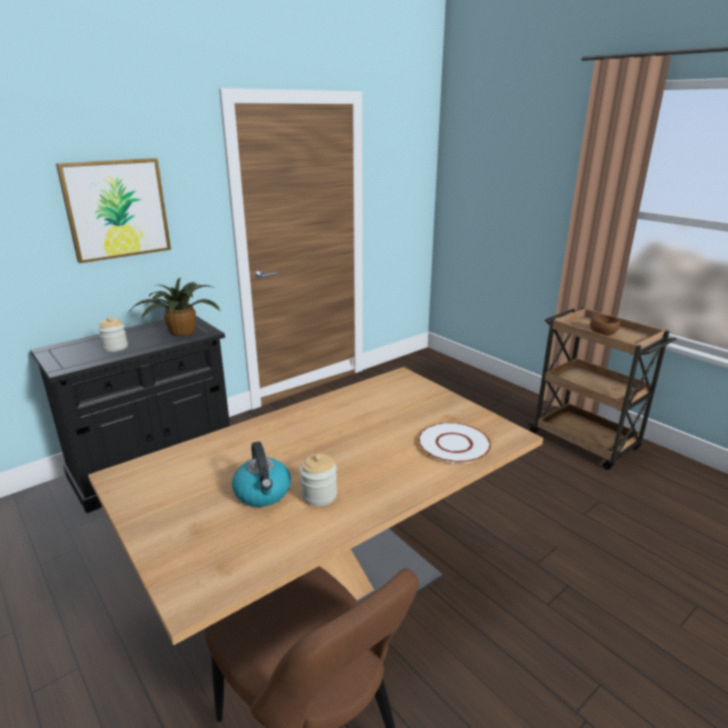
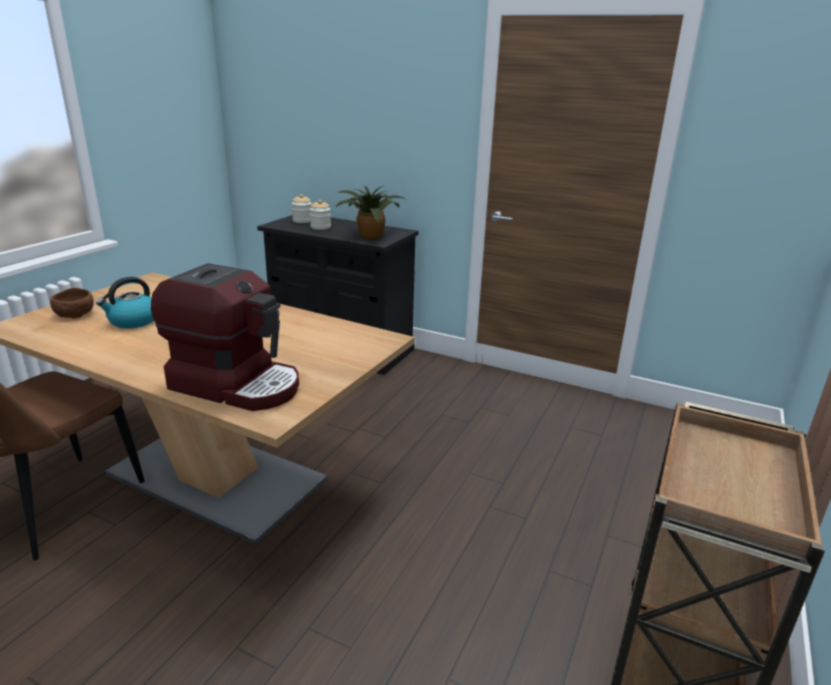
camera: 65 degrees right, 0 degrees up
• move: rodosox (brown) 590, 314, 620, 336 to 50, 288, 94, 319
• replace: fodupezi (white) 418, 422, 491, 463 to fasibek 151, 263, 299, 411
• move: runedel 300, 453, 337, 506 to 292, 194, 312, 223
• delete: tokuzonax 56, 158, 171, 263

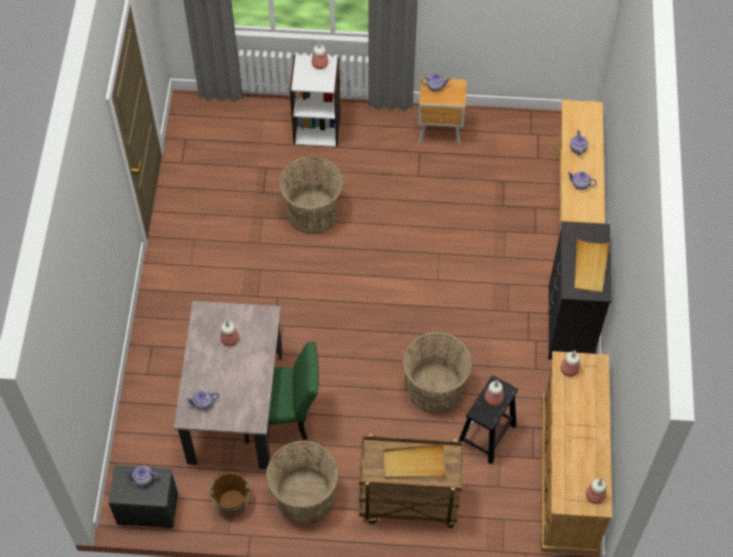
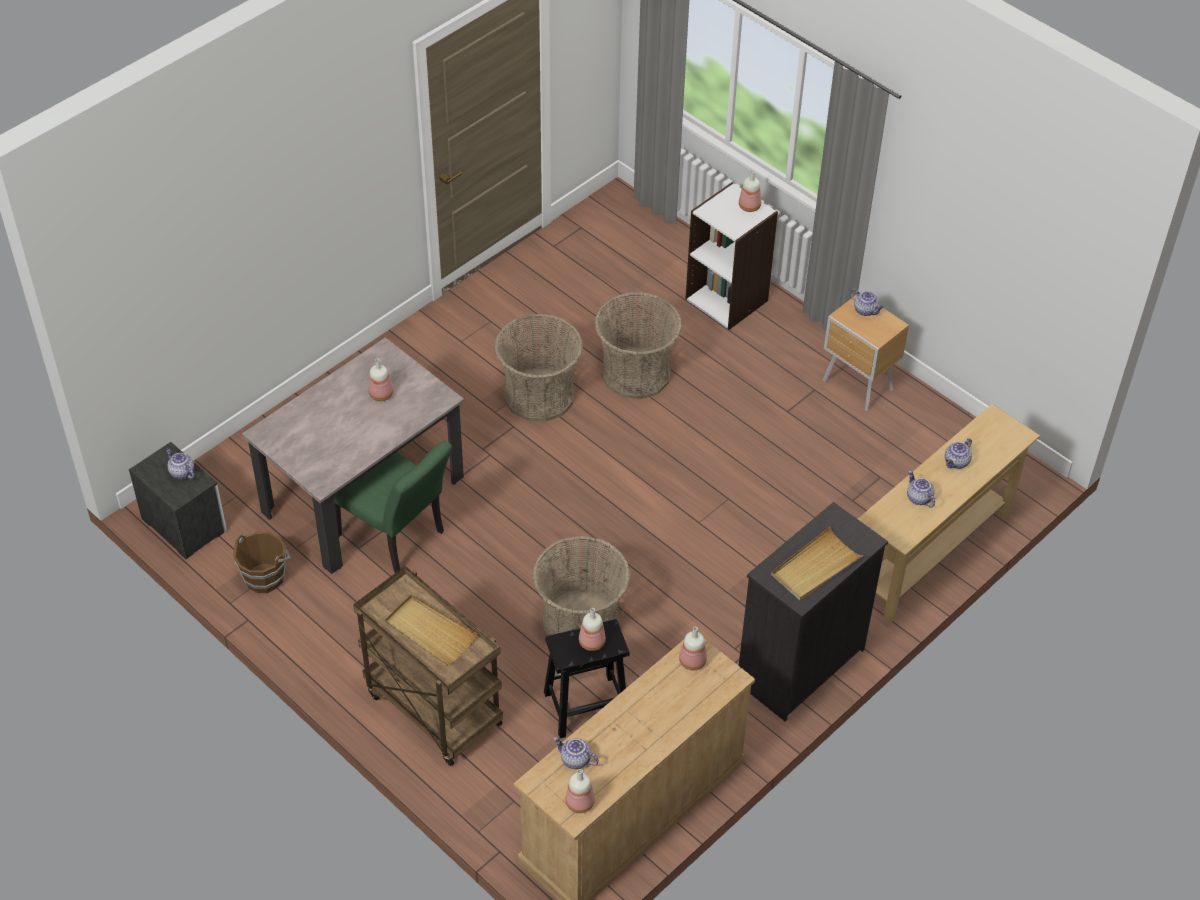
camera: 40 degrees right, 10 degrees down
• move: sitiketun 266, 441, 339, 524 to 494, 314, 583, 422
• move: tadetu 185, 390, 219, 410 to 553, 737, 599, 769

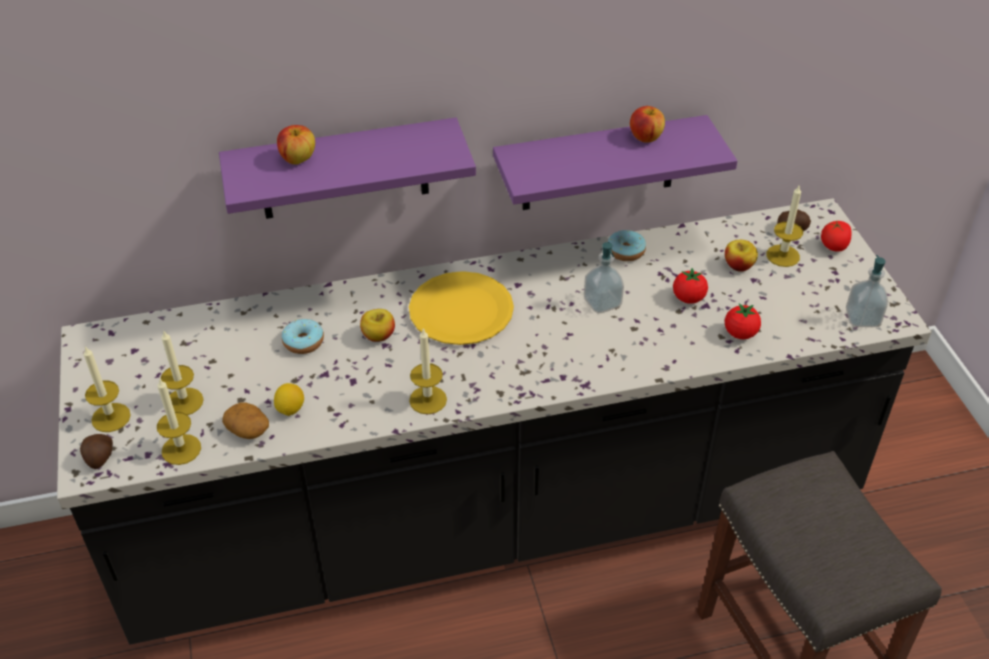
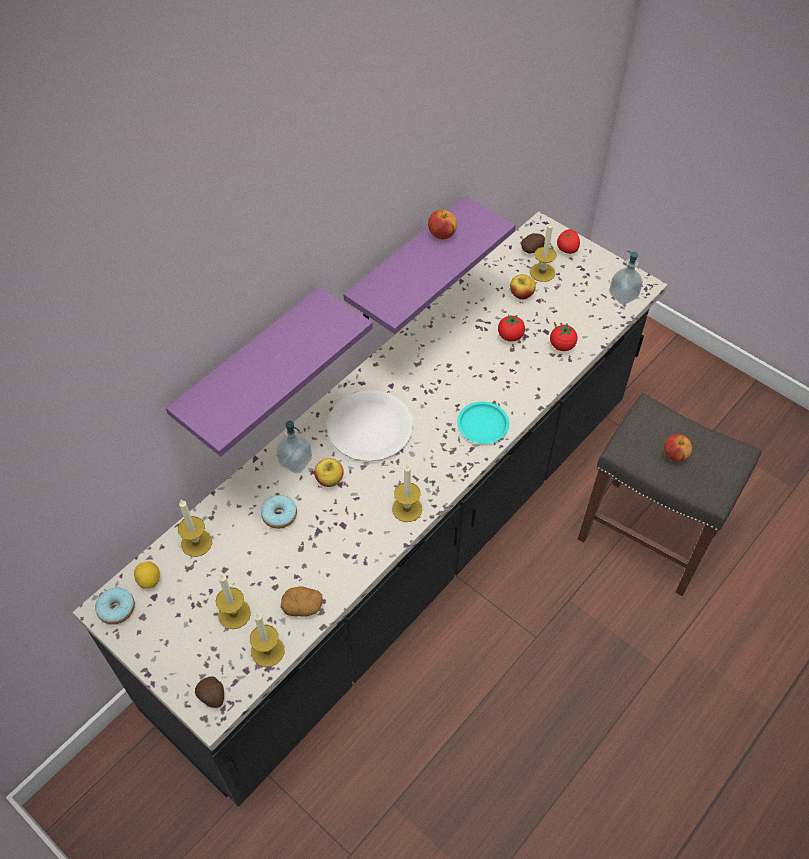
camera: 35 degrees left, 10 degrees up
• move: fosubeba 608, 230, 646, 261 to 95, 587, 135, 625
• move: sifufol 274, 383, 304, 416 to 134, 561, 160, 589
• move: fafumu 83, 346, 131, 432 to 178, 499, 212, 557
• move: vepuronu 584, 242, 624, 314 to 276, 421, 312, 473
• recolor: fodupezi (yellow) 409, 271, 514, 345 to fodupezi (white) 327, 390, 414, 462
• insert: fodupezi (turquoise) 457, 402, 509, 444
• move: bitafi 277, 125, 315, 165 to 664, 434, 692, 462

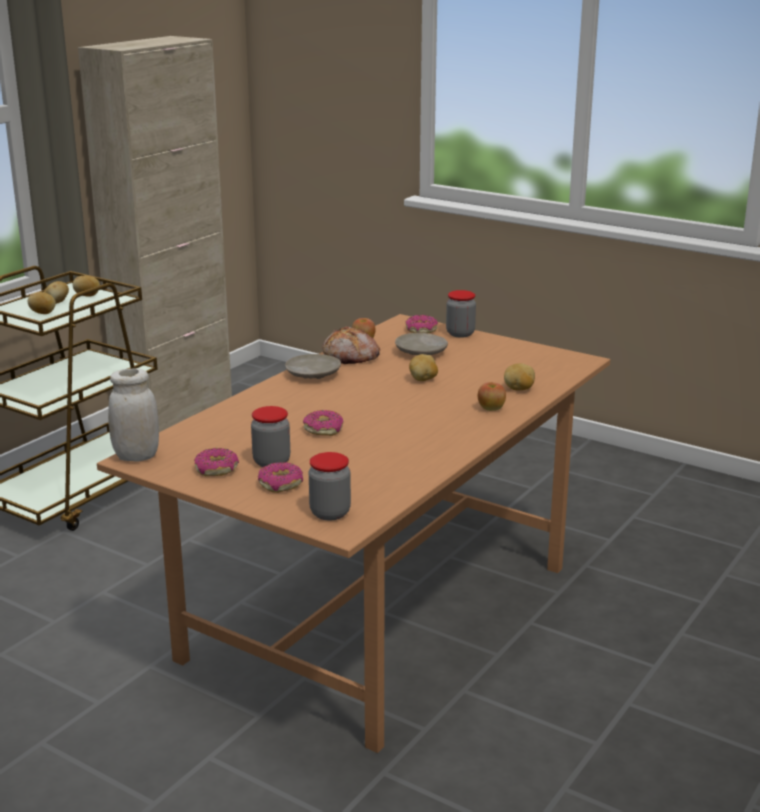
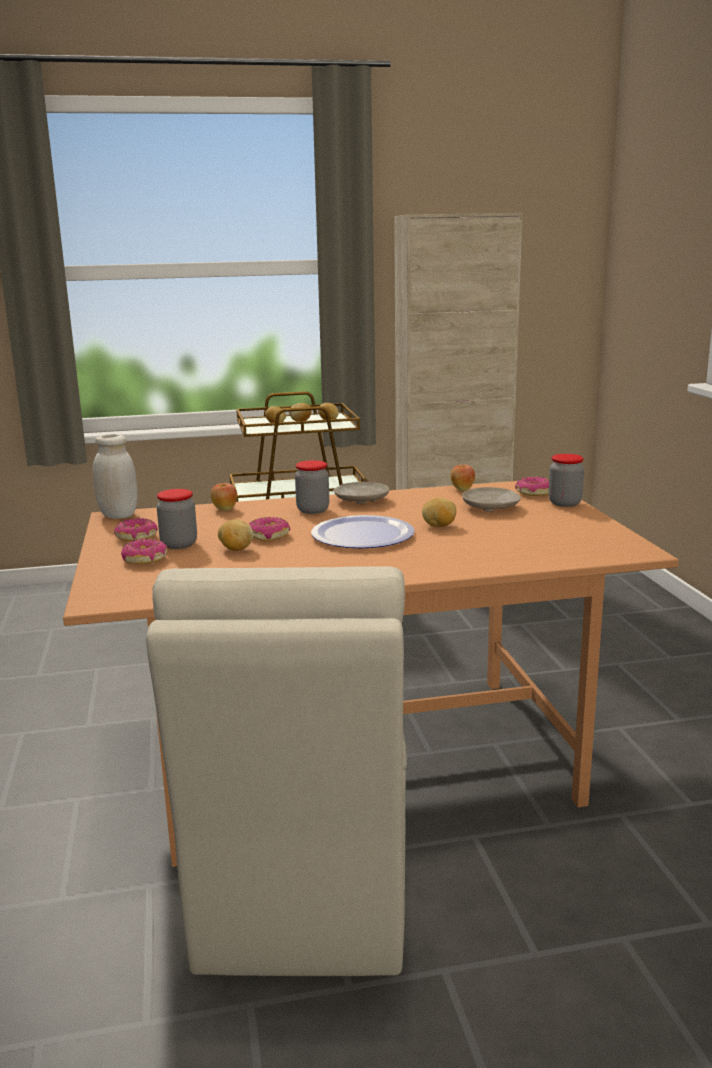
camera: 45 degrees right, 5 degrees down
• insert: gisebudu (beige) 146, 566, 407, 976
• move: bitafi 478, 382, 506, 411 to 211, 483, 237, 511
• move: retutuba 504, 363, 535, 390 to 218, 519, 253, 551
• move: runedel 309, 452, 351, 521 to 295, 460, 329, 514
• insert: fodupezi 311, 515, 415, 548
• delete: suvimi 322, 326, 380, 364

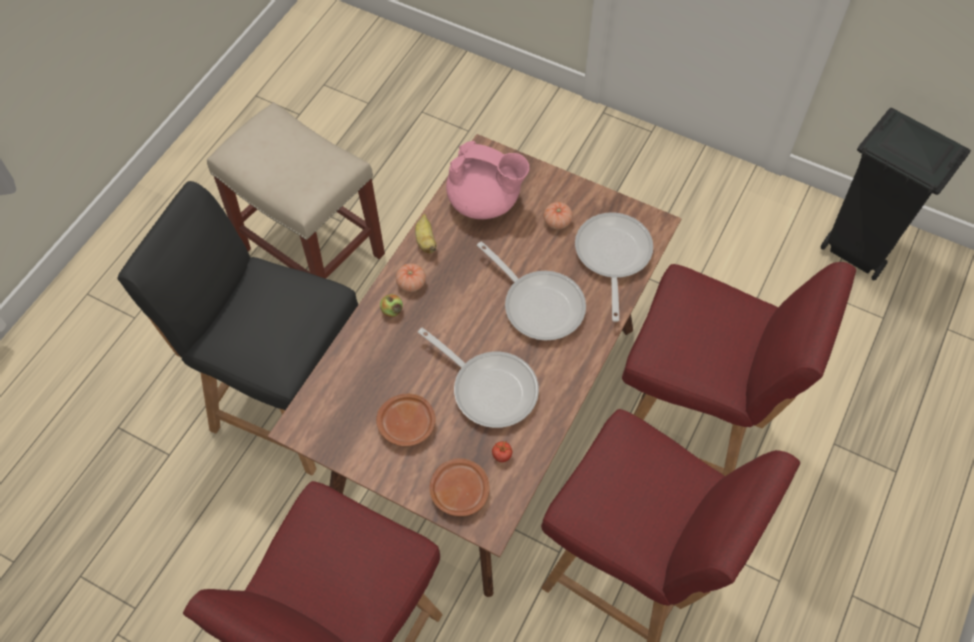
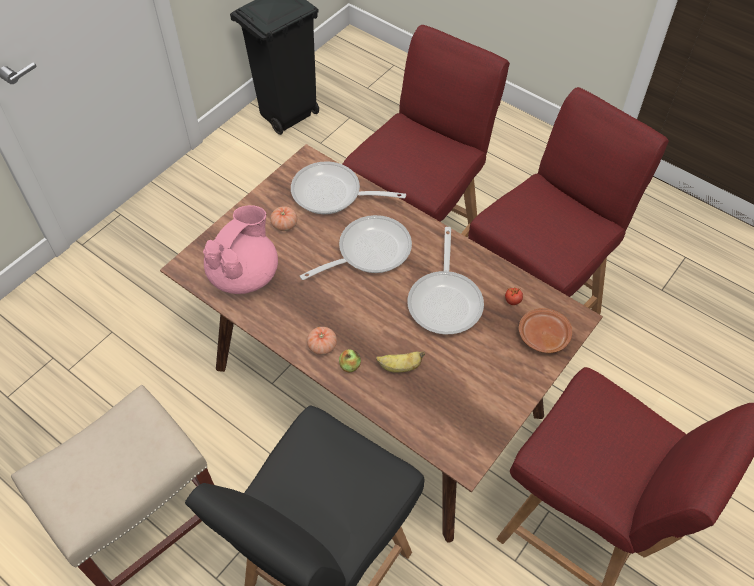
camera: 80 degrees left, 5 degrees down
• move: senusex 415, 214, 437, 253 to 376, 351, 425, 373
• rotate: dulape 418, 328, 539, 428 = 407, 227, 484, 334 135 degrees clockwise
• delete: fodupezi (brown) 376, 394, 436, 447

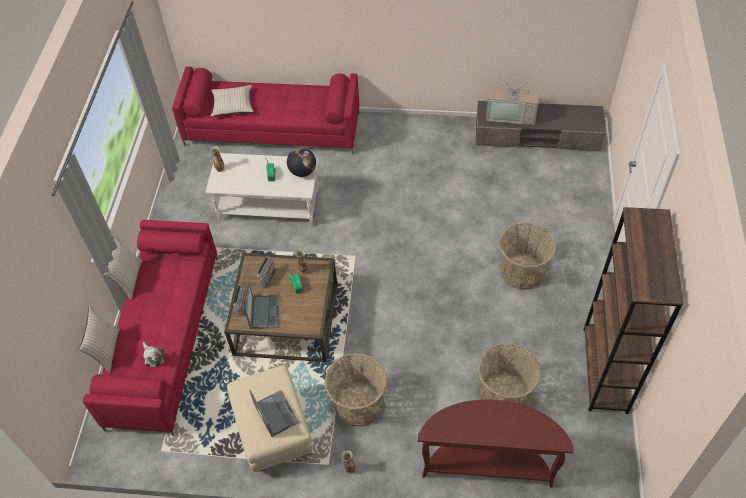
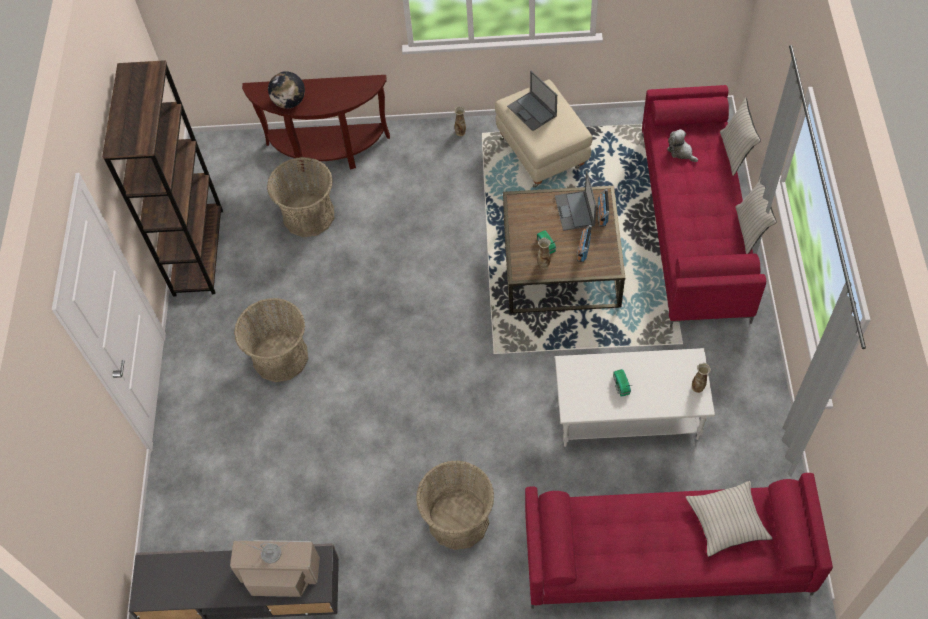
camera: 175 degrees right, 5 degrees up
• move: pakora 287, 147, 316, 177 to 268, 71, 305, 109
• move: sitiketun 325, 353, 387, 426 to 416, 461, 494, 550

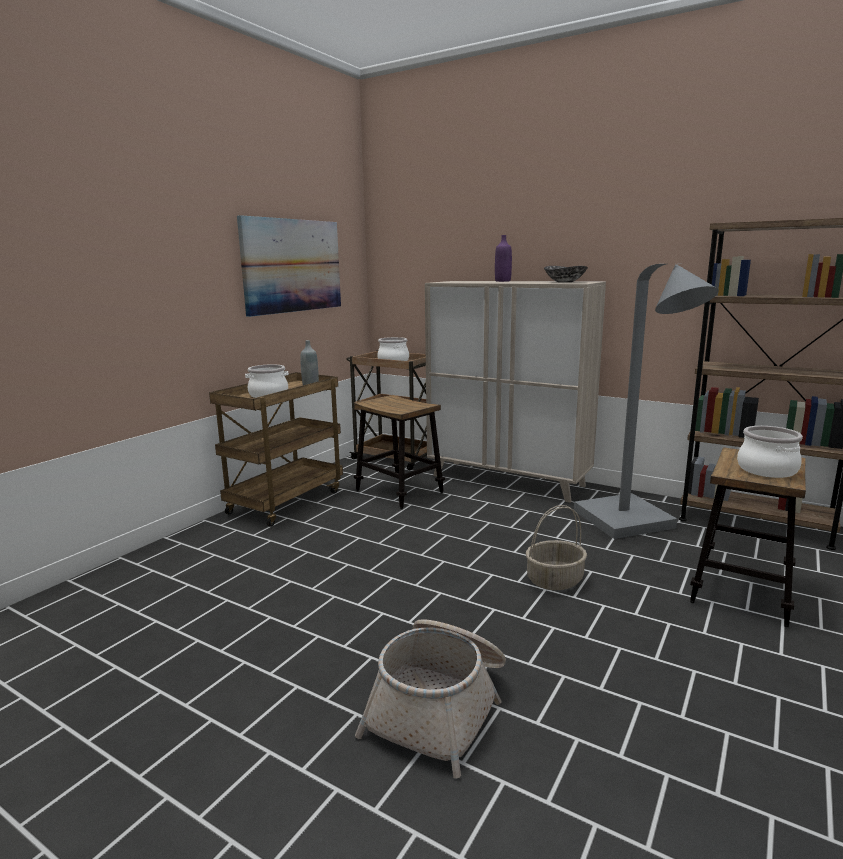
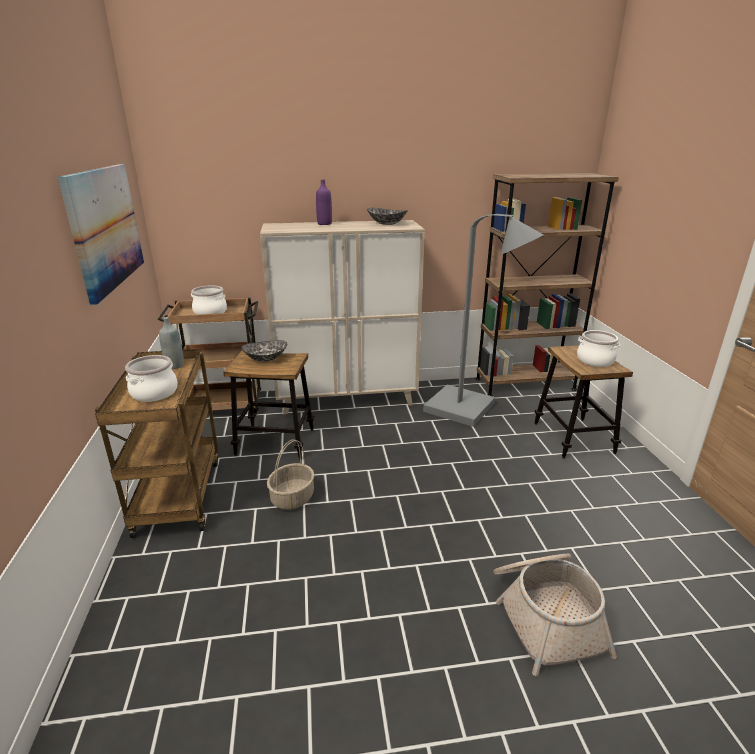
camera: 40 degrees left, 10 degrees up
• insert: rodosox 241, 340, 287, 362
• move: sitiketun 526, 505, 587, 590 to 267, 440, 315, 510

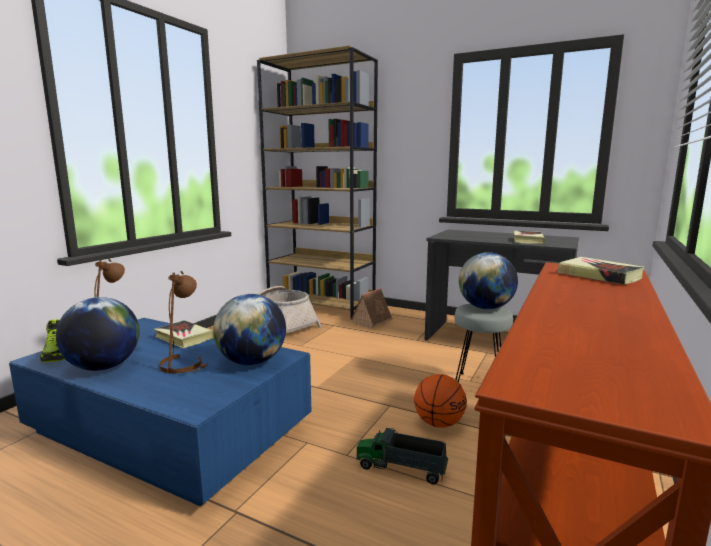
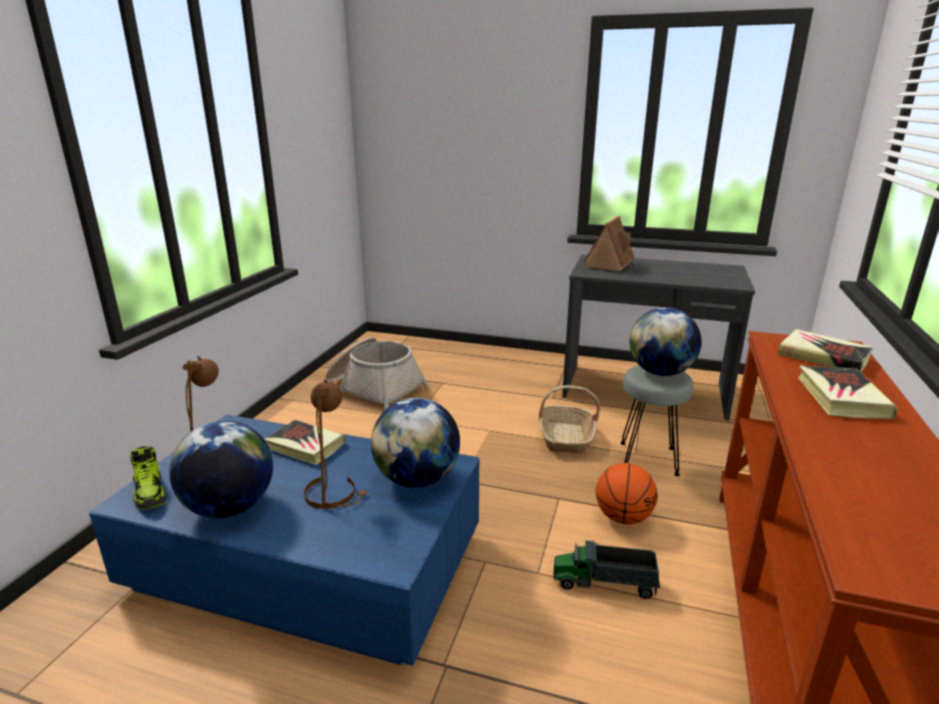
camera: 10 degrees left, 10 degrees up
• insert: sitiketun 539, 385, 600, 454
• move: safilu 351, 288, 393, 328 to 583, 216, 635, 271
• move: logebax 514, 231, 545, 244 to 798, 365, 897, 419
• delete: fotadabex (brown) 257, 45, 378, 318

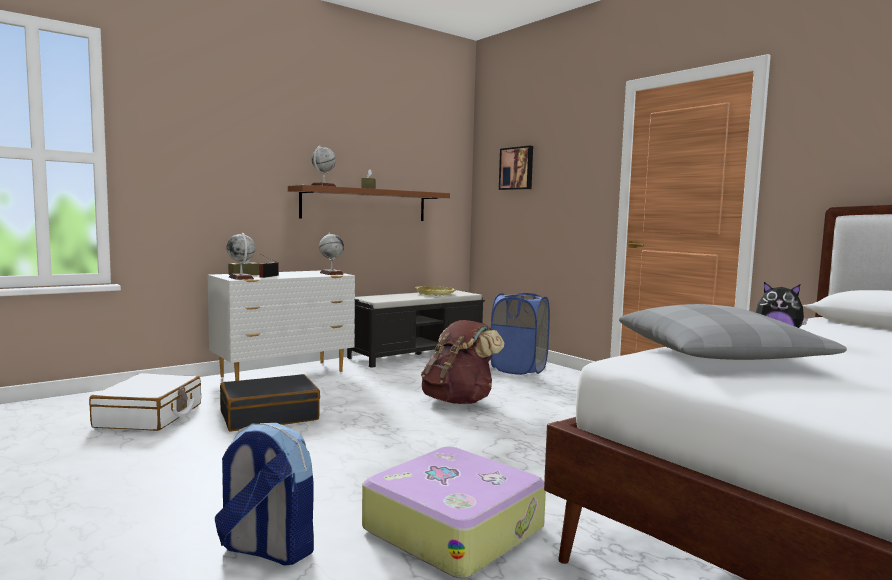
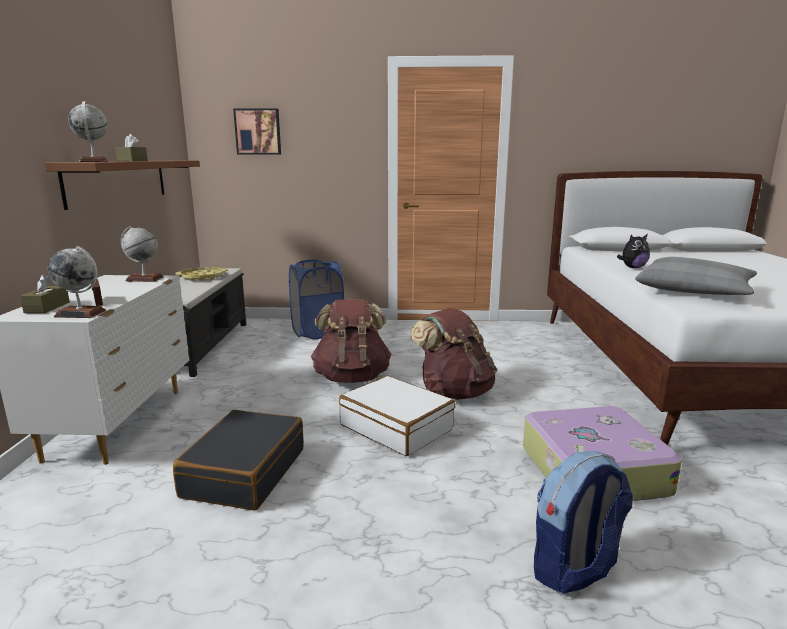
camera: 50 degrees left, 10 degrees up
• move: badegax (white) 89, 373, 201, 431 to 339, 376, 455, 456
• insert: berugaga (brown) 410, 308, 497, 400

